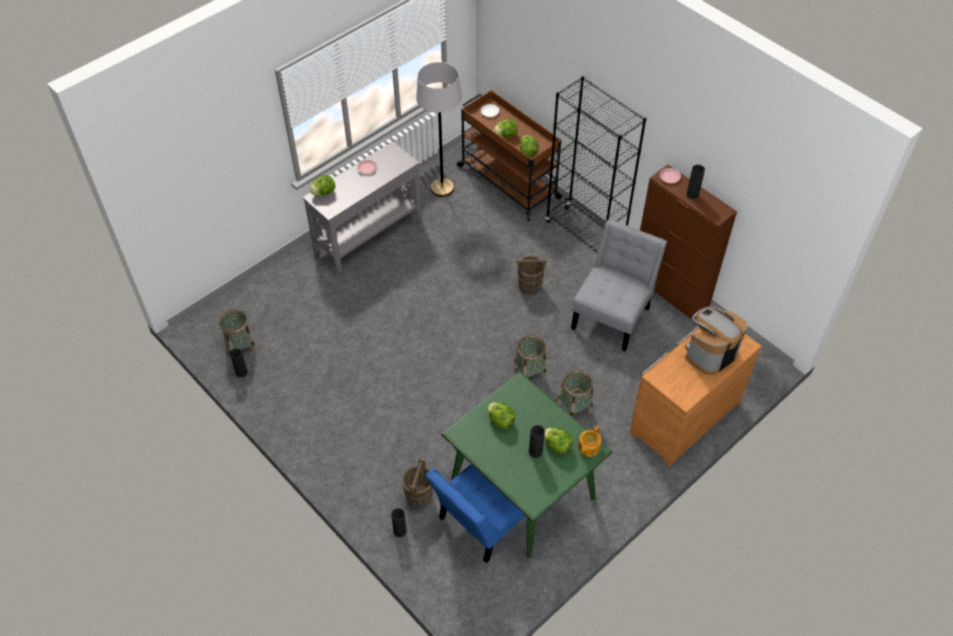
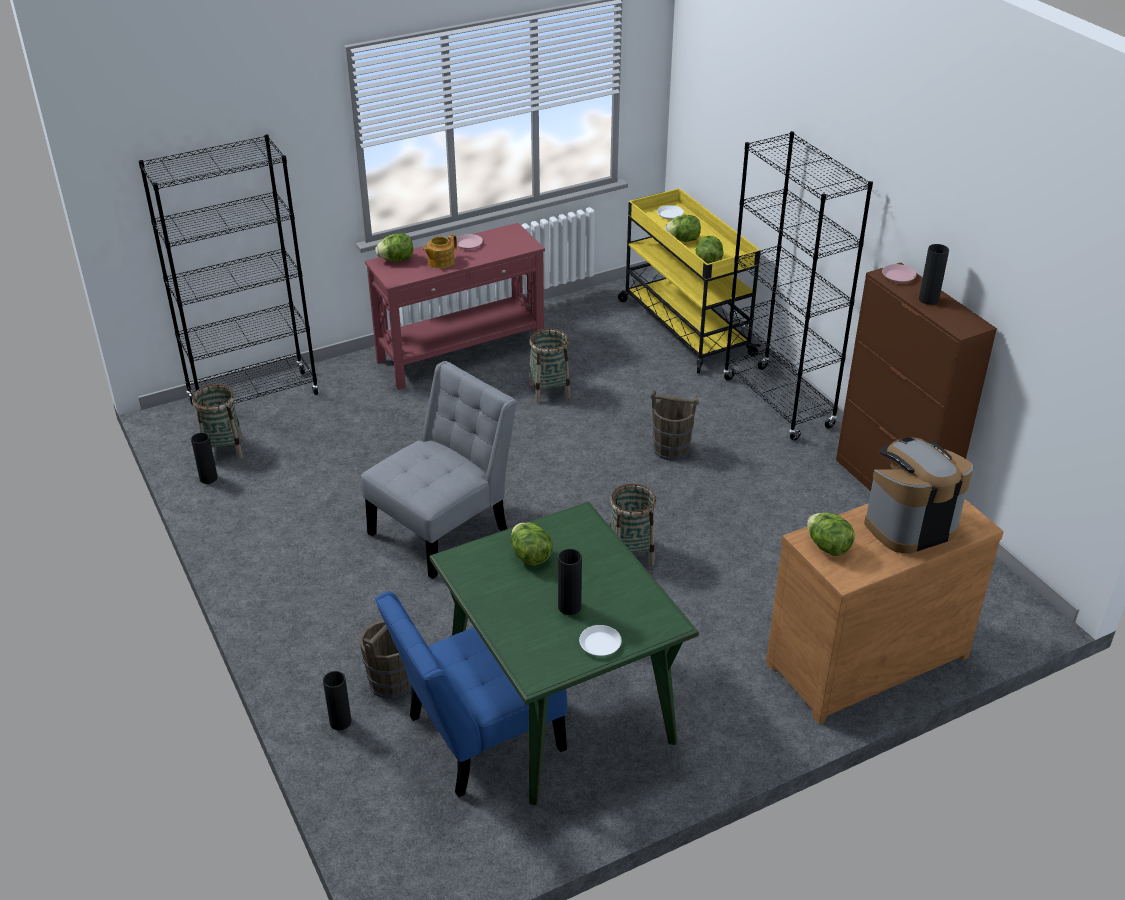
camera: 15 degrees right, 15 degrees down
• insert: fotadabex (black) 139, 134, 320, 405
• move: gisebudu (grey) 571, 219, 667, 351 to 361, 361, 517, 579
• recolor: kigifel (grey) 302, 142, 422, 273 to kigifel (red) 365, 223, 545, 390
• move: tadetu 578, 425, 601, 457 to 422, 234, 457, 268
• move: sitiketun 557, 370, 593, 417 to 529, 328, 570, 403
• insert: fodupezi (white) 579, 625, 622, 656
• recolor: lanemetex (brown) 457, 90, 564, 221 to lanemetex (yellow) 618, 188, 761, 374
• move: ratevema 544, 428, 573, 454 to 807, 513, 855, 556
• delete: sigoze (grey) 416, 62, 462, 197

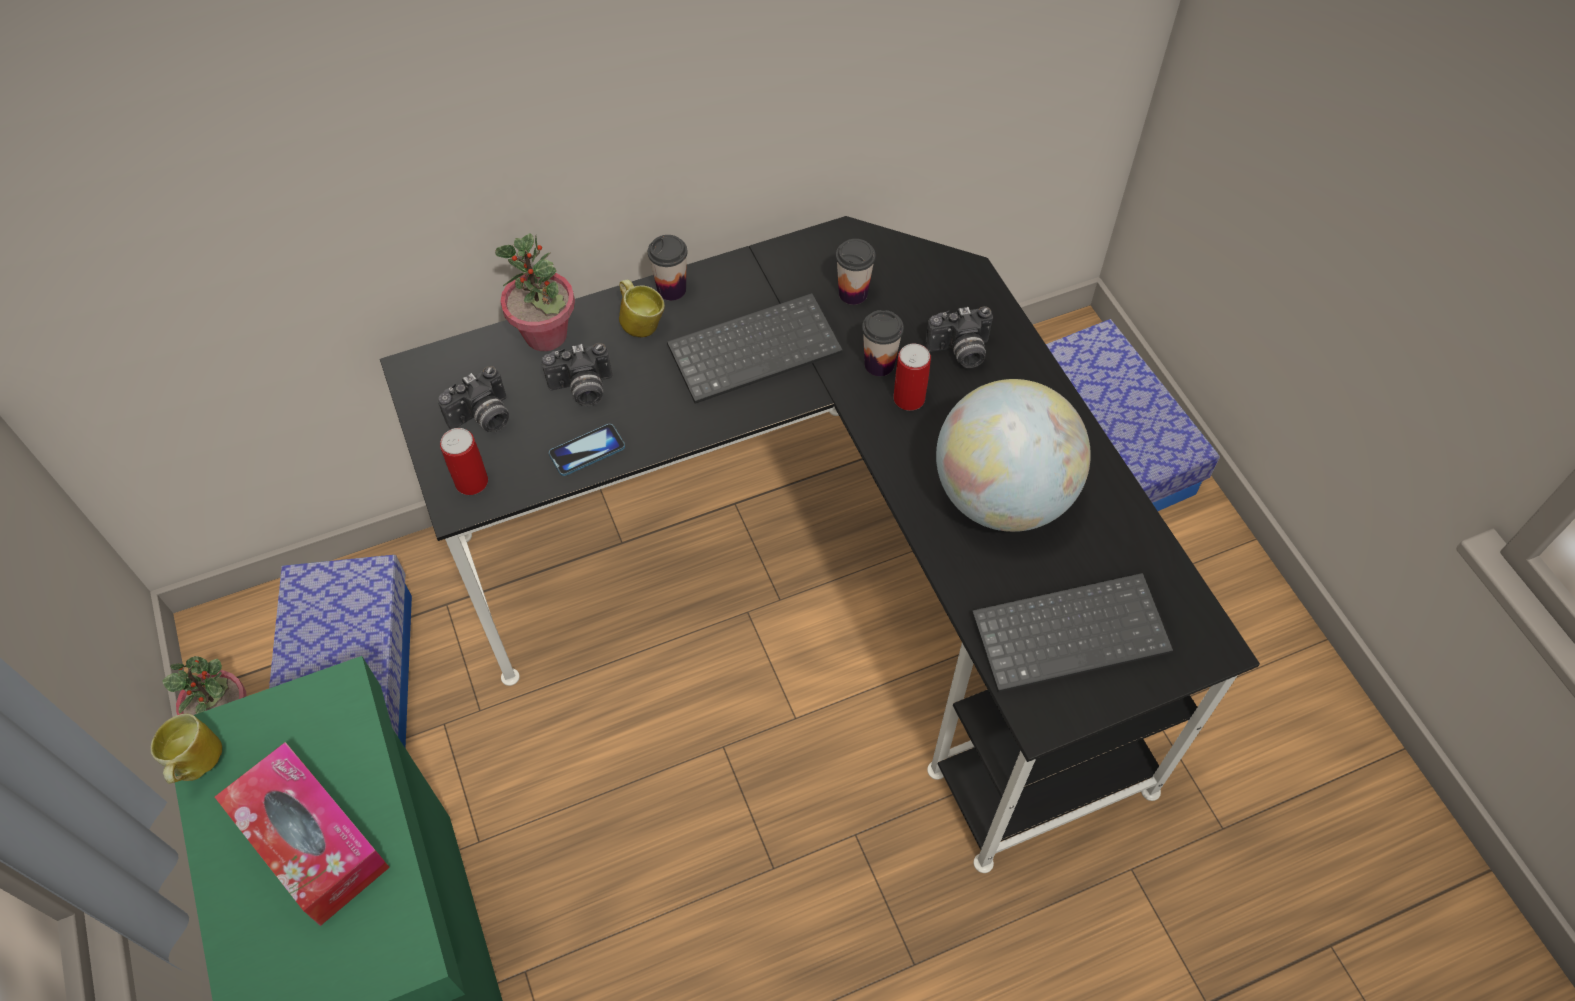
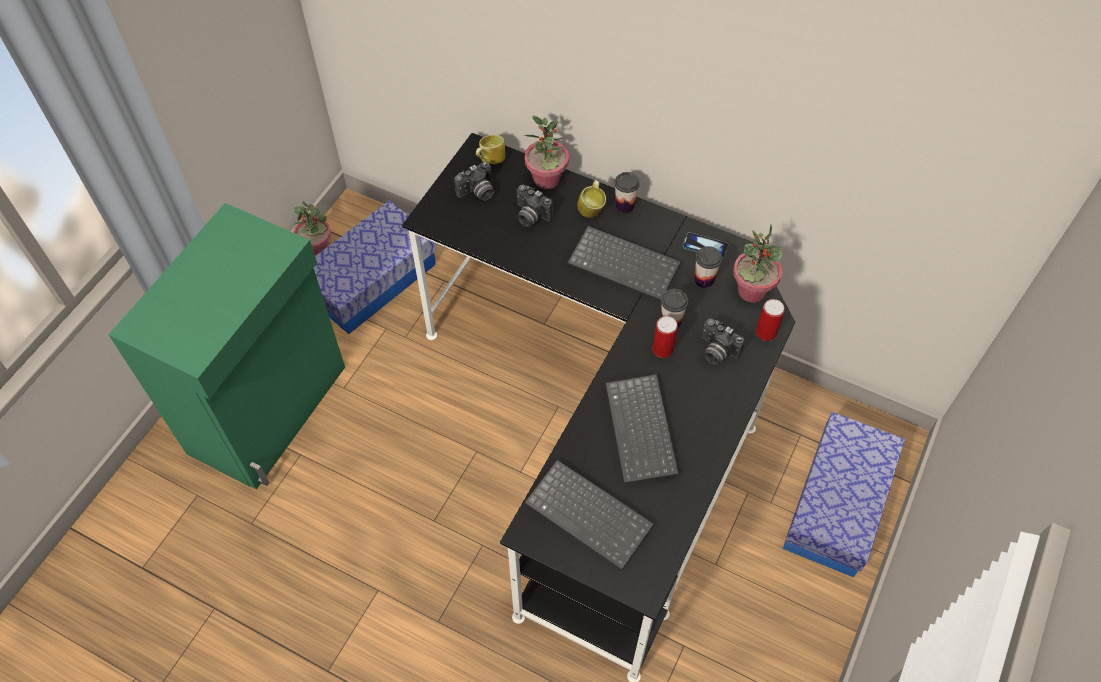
camera: 50 degrees right, 0 degrees up
• rotate: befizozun 438, 366, 509, 432 = 454, 161, 494, 201 45 degrees counterclockwise
• move: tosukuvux 150, 714, 222, 784 to 476, 135, 505, 164
• replace: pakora 936, 379, 1091, 532 to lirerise 606, 374, 679, 484
• move: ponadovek 549, 424, 625, 476 to 682, 232, 728, 259
• insert: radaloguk 733, 224, 783, 302
• move: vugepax 440, 428, 488, 495 to 756, 299, 785, 341
• delete: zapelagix 215, 742, 390, 926

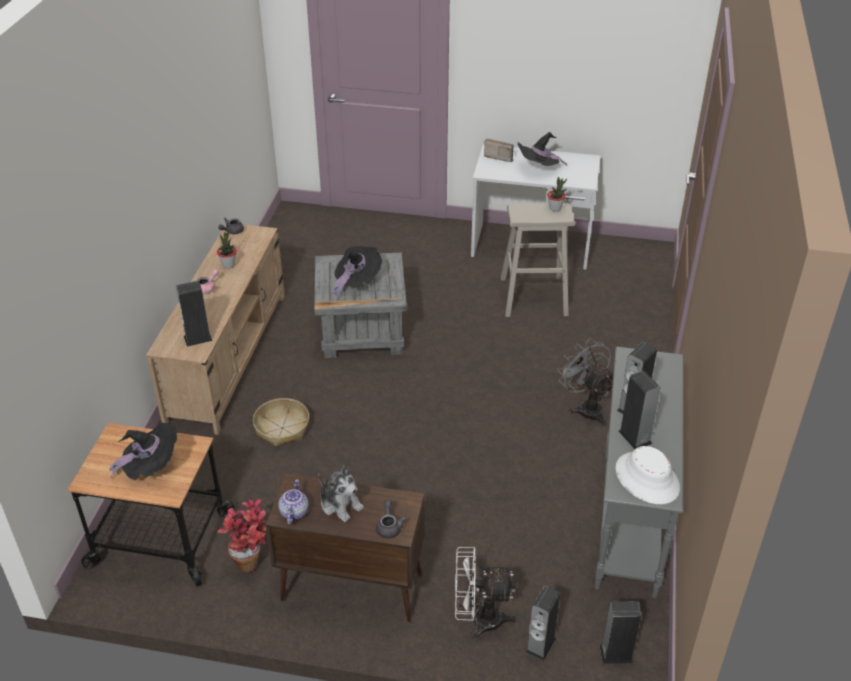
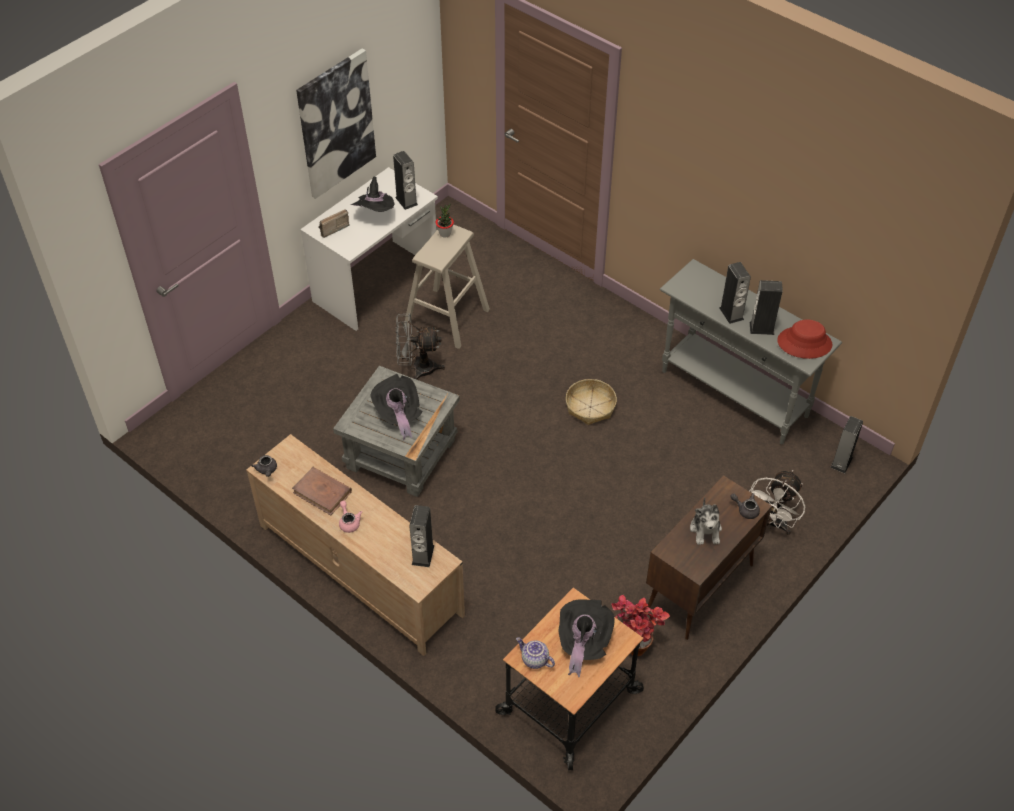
camera: 60 degrees left, 10 degrees up
• replace: radaloguk 217, 229, 237, 268 to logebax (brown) 292, 467, 352, 515
• insert: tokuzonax 296, 49, 376, 199
• move: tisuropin 525, 586, 560, 661 to 393, 151, 418, 210
• move: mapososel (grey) 557, 338, 613, 426 to 396, 313, 445, 380
• move: tadetu 278, 479, 309, 525 to 516, 637, 555, 669
• move: sitiketun 253, 398, 309, 447 to 566, 379, 617, 425
• rotate: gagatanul 318, 466, 364, 522 = 690, 497, 722, 545 105 degrees clockwise
• recolor: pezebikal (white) 616, 446, 680, 504 to pezebikal (red) 777, 319, 832, 359

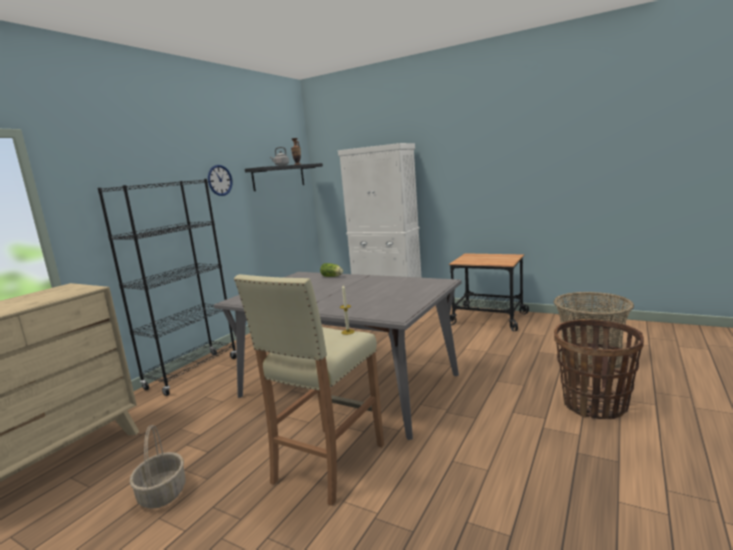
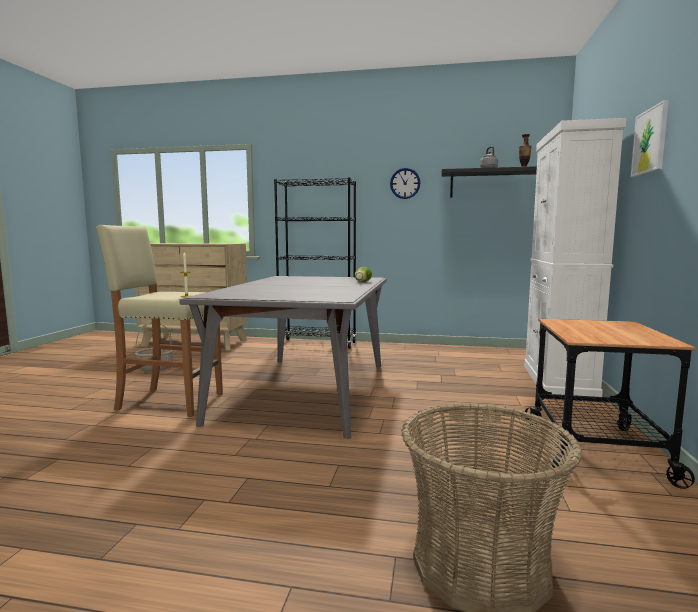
camera: 70 degrees right, 5 degrees down
• insert: tokuzonax 631, 100, 669, 177
• delete: sitiketun 554, 319, 644, 419

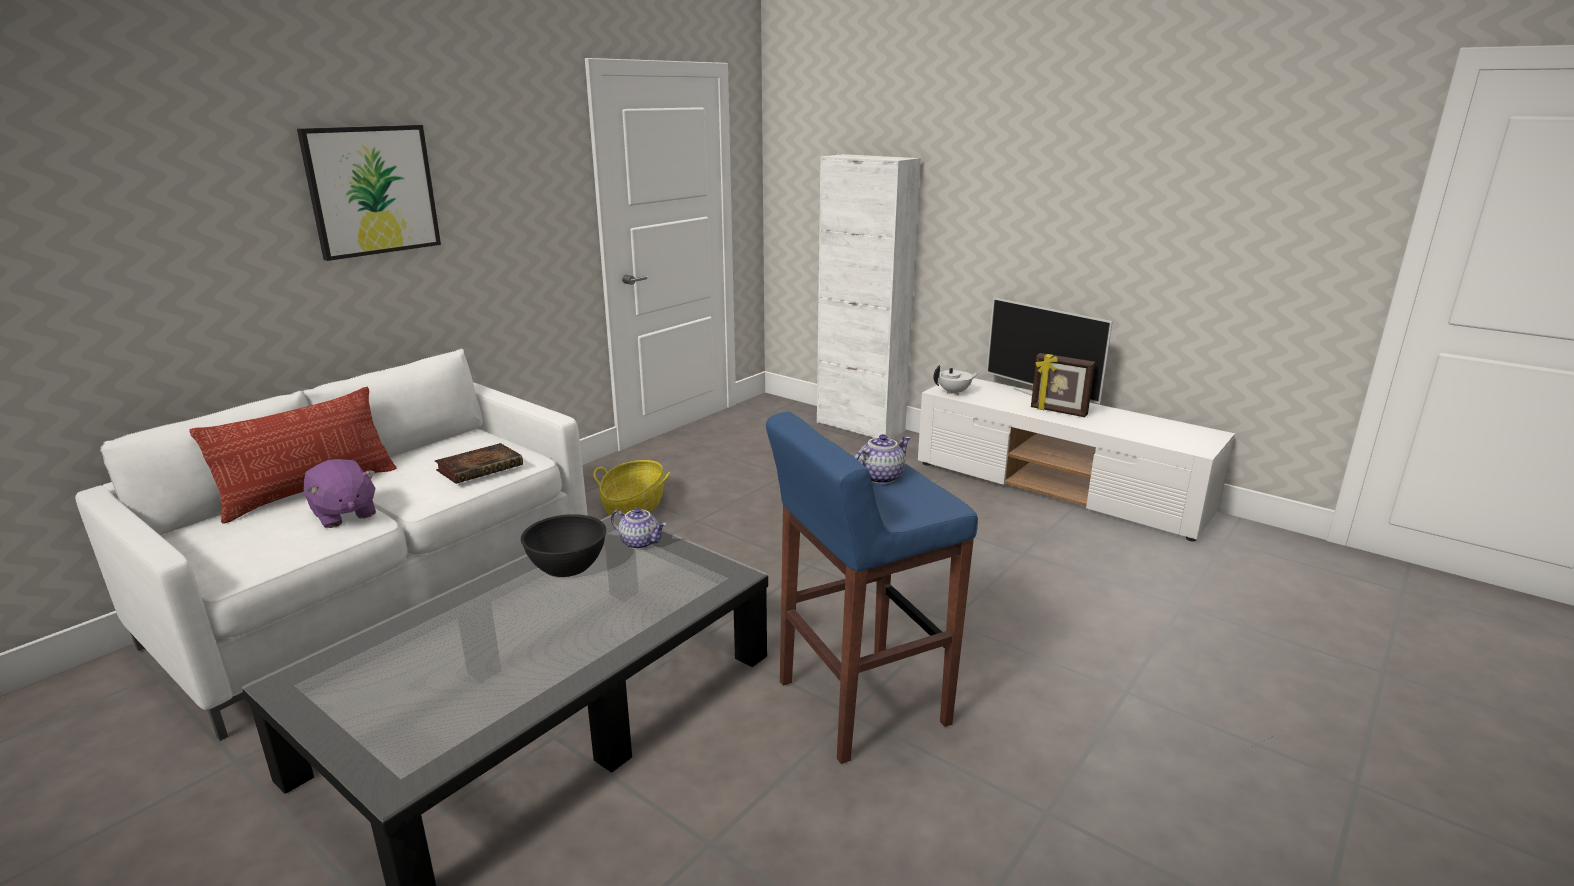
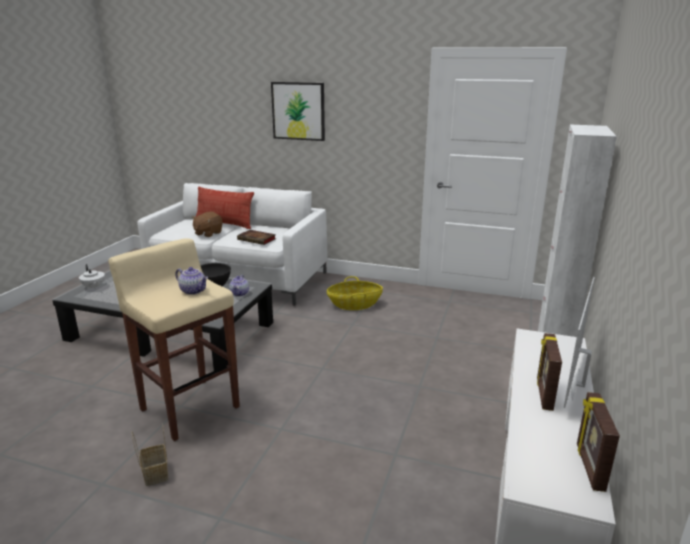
camera: 70 degrees right, 0 degrees up
• move: tadetu (white) 933, 365, 979, 396 to 79, 264, 105, 289
• recolor: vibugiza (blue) 766, 412, 978, 764 to vibugiza (beige) 108, 238, 240, 441
• insert: sitiketun 132, 424, 168, 486
• recolor: gagatanul (purple) 303, 459, 376, 528 to gagatanul (brown) 192, 212, 223, 237
• insert: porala 577, 392, 620, 492

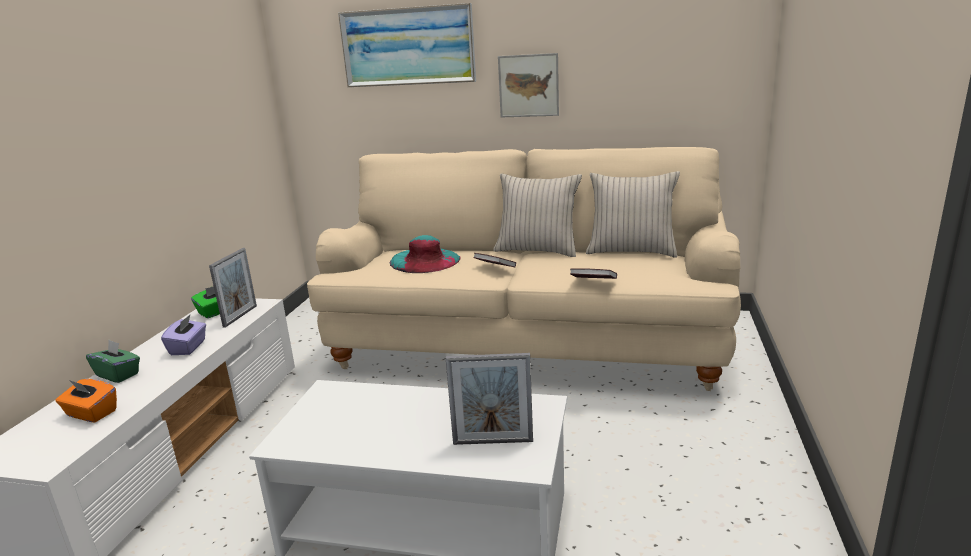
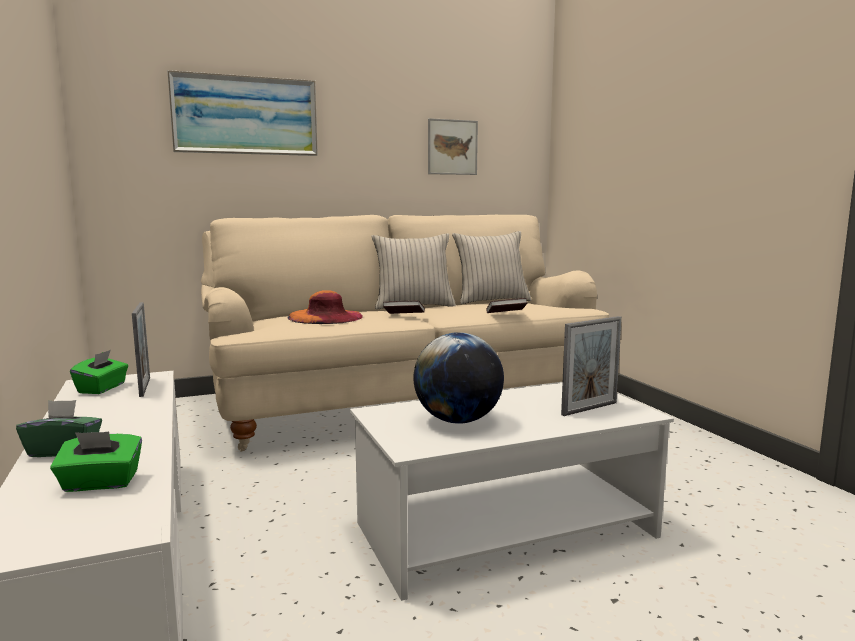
camera: 35 degrees left, 10 degrees down
• recolor: zapelagix (orange) 55, 379, 117, 422 to zapelagix (green) 50, 432, 142, 492
• recolor: pezebikal (turquoise) 390, 235, 461, 273 to pezebikal (orange) 288, 290, 363, 324
• insert: pakora 413, 332, 504, 424
• move: tokuzonax 498, 53, 559, 117 to 428, 118, 478, 175
• delete: zapelagix (purple) 161, 315, 206, 355

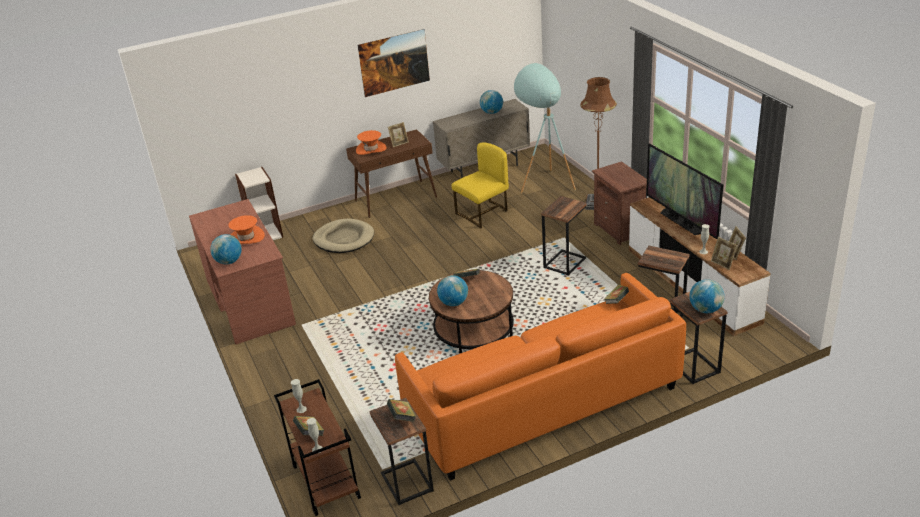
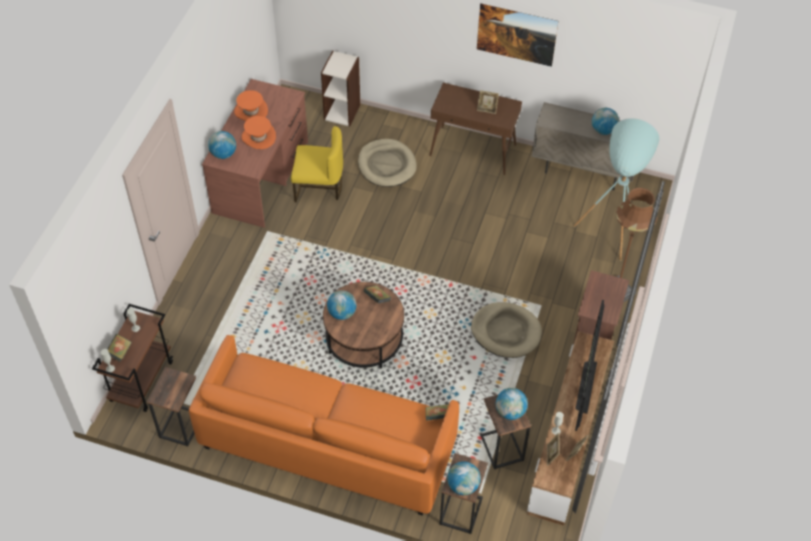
camera: 40 degrees right, 20 degrees up
• move: pezebikal (orange) 356, 130, 387, 155 to 234, 90, 268, 121
• move: gisebudu (yellow) 451, 142, 509, 229 to 291, 126, 343, 202
• replace: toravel 541, 196, 587, 276 to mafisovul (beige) 471, 302, 542, 358
• insert: pakora 496, 388, 528, 420
• delete: logebax 387, 399, 416, 422

